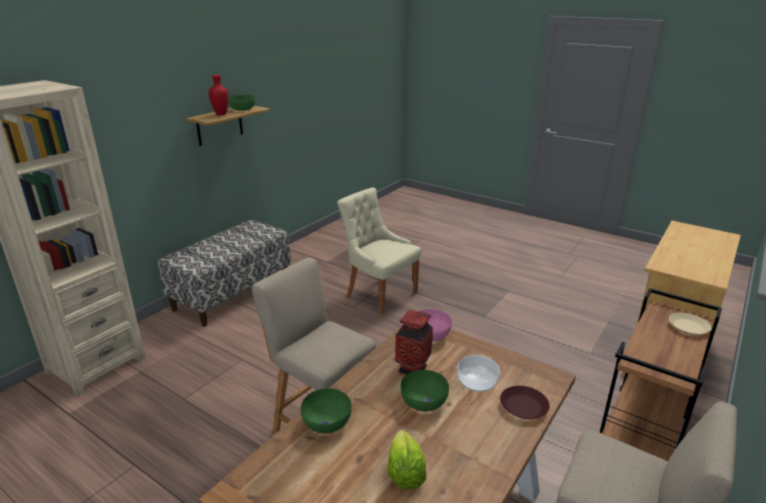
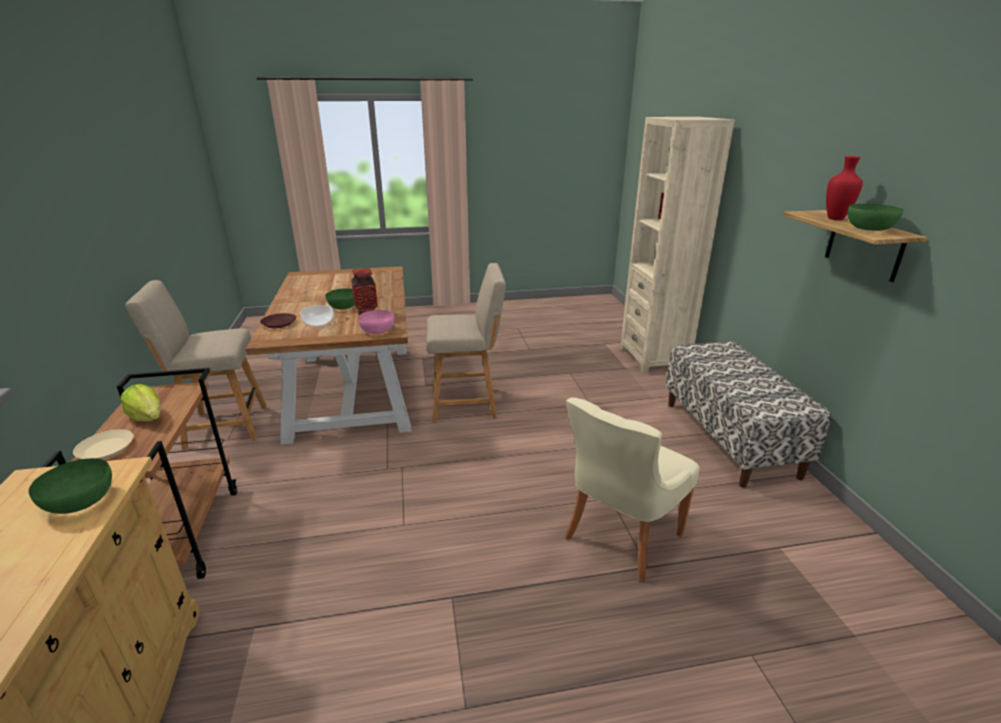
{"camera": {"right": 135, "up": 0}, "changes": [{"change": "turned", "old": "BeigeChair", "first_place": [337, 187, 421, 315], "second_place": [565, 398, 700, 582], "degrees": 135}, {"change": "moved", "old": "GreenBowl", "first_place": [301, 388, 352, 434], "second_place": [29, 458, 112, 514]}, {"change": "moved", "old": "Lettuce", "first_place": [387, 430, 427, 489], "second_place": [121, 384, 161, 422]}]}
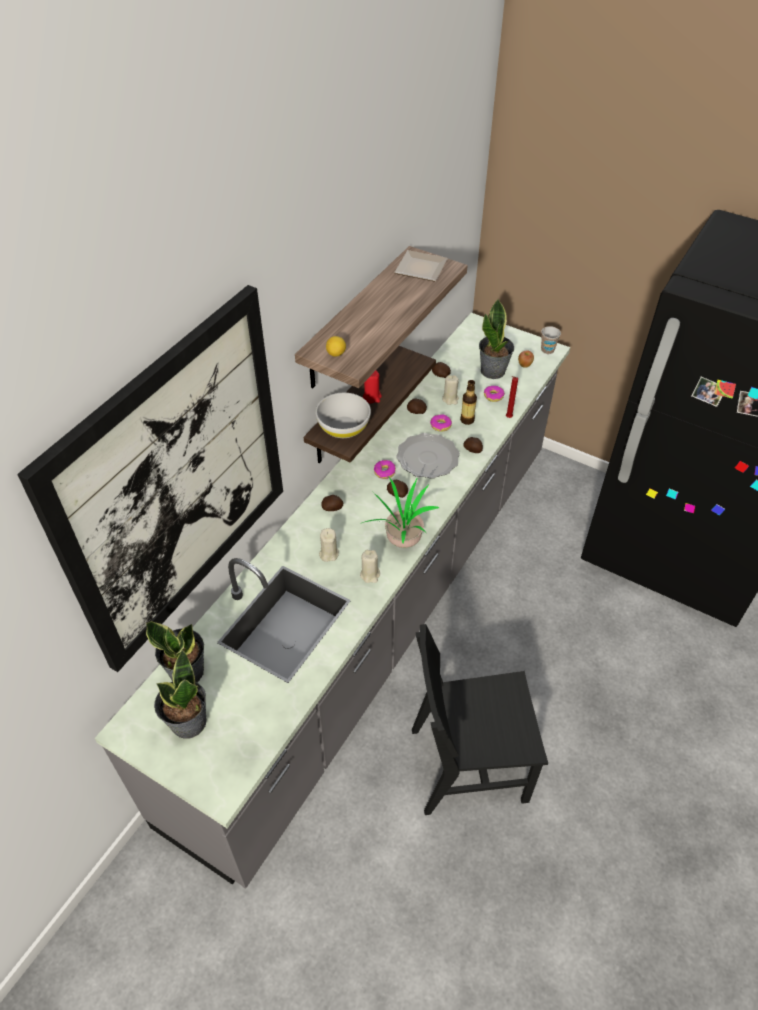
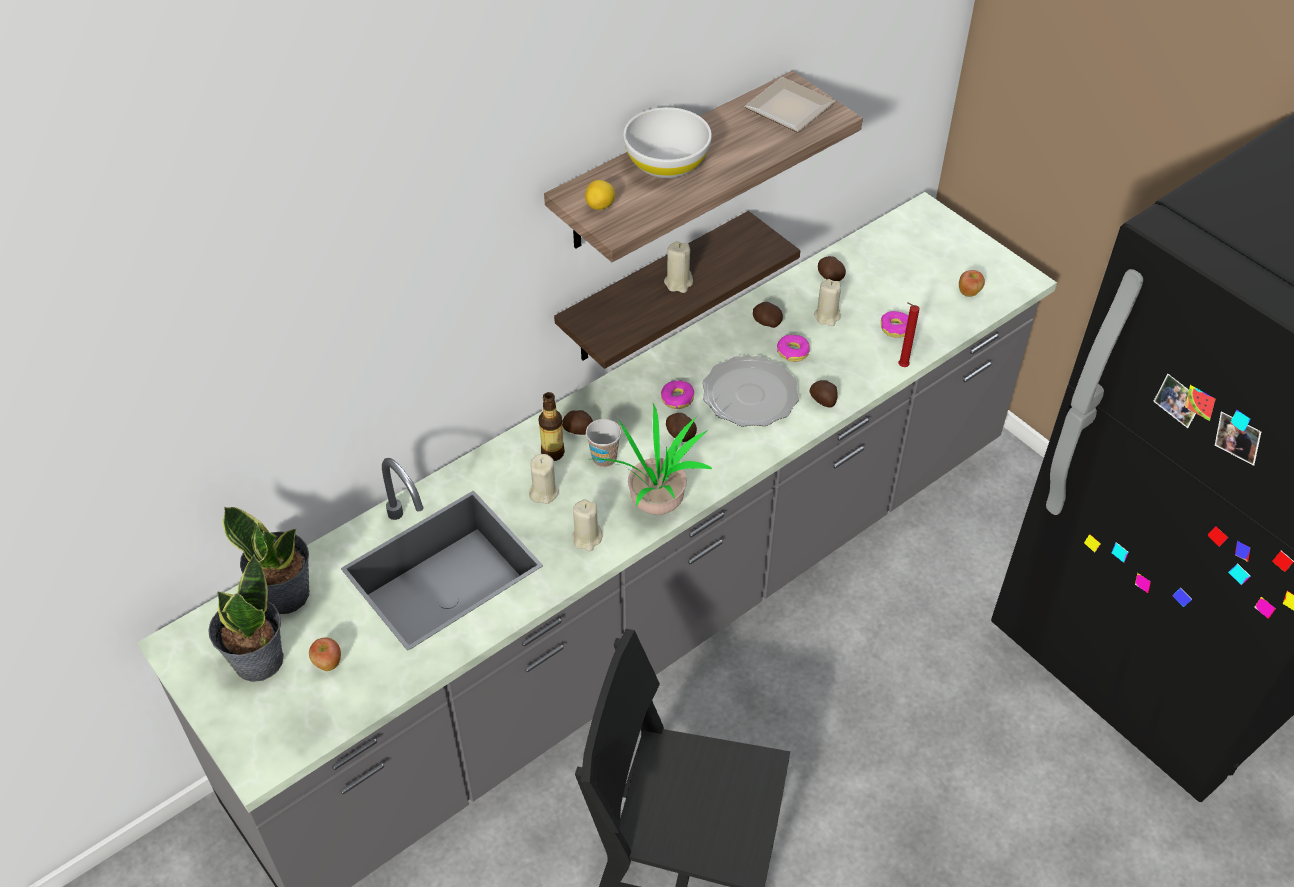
{"camera": {"right": 20, "up": 0}, "changes": [{"change": "removed", "old": "Picture", "first_place": [17, 285, 283, 672]}, {"change": "removed", "old": "PottedPlant", "first_place": [479, 298, 514, 379]}, {"change": "moved", "old": "Cup", "first_place": [541, 326, 561, 354], "second_place": [586, 419, 621, 467]}, {"change": "recoloured", "old": "RedCandle", "new": "BeigeCandle", "first_place": [363, 370, 382, 403], "second_place": [664, 241, 693, 293]}, {"change": "moved", "old": "Bottle", "first_place": [460, 380, 477, 425], "second_place": [539, 392, 565, 461]}, {"change": "moved", "old": "WhiteBowl", "first_place": [315, 393, 371, 438], "second_place": [623, 107, 712, 178]}, {"change": "added", "new": "Apple", "second_place": [309, 638, 341, 671]}]}
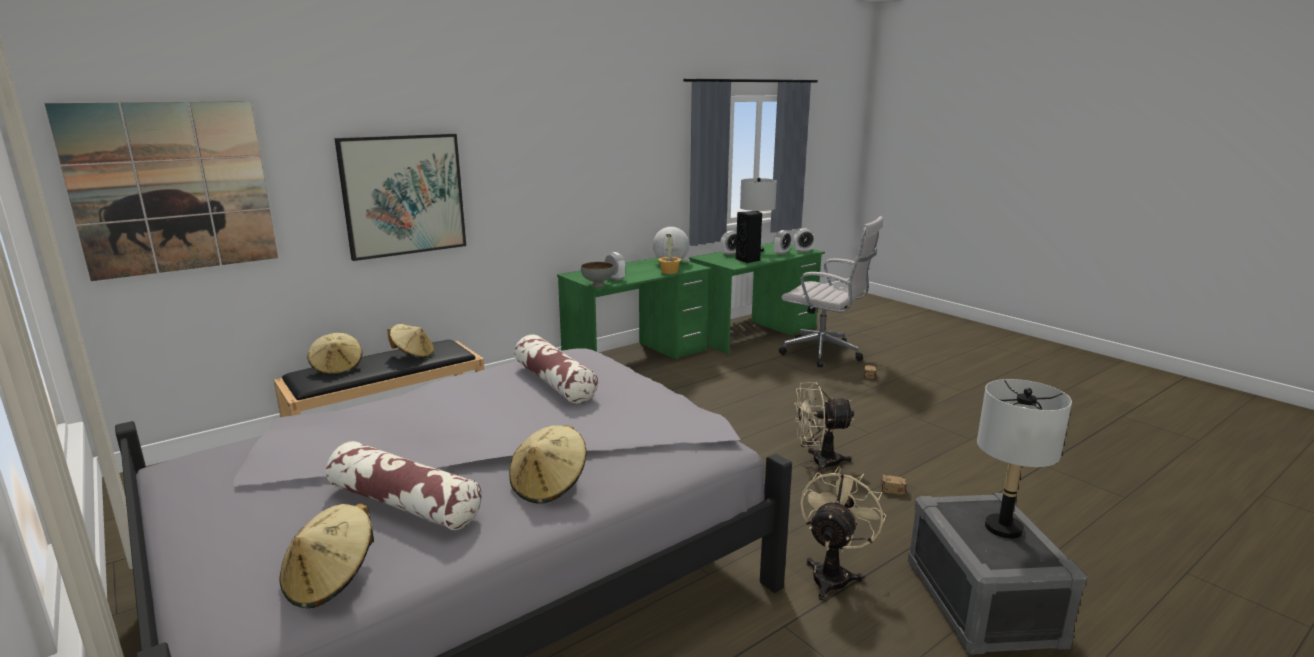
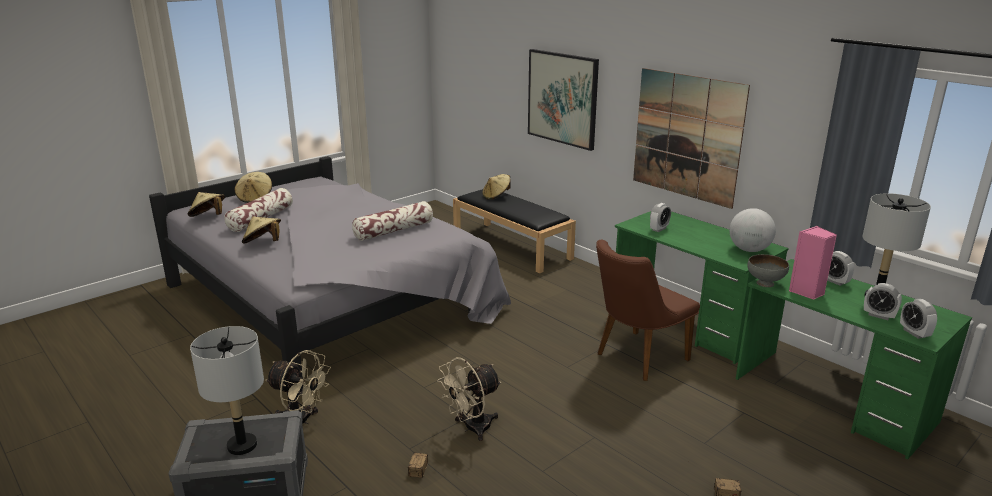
{"camera": {"right": 85, "up": 5}, "changes": [{"change": "moved", "old": "Picture", "first_place": [45, 101, 278, 281], "second_place": [633, 68, 750, 209]}, {"change": "recoloured", "old": "BlackSpeaker", "new": "PinkSpeaker", "first_place": [736, 211, 762, 263], "second_place": [789, 226, 837, 300]}, {"change": "removed", "old": "WhiteOfficeChair", "first_place": [779, 216, 883, 367]}, {"change": "removed", "old": "PottedPlant", "first_place": [658, 234, 681, 274]}, {"change": "moved", "old": "GreyBowl", "first_place": [581, 262, 614, 287], "second_place": [748, 254, 789, 287]}, {"change": "moved", "old": "BeigeHat", "first_place": [387, 324, 434, 359], "second_place": [235, 172, 272, 203]}, {"change": "turned", "old": "BeigeFan", "first_place": [794, 382, 855, 473], "second_place": [437, 358, 501, 441], "degrees": -120}, {"change": "added", "new": "BrownChair", "second_place": [596, 240, 700, 381]}]}
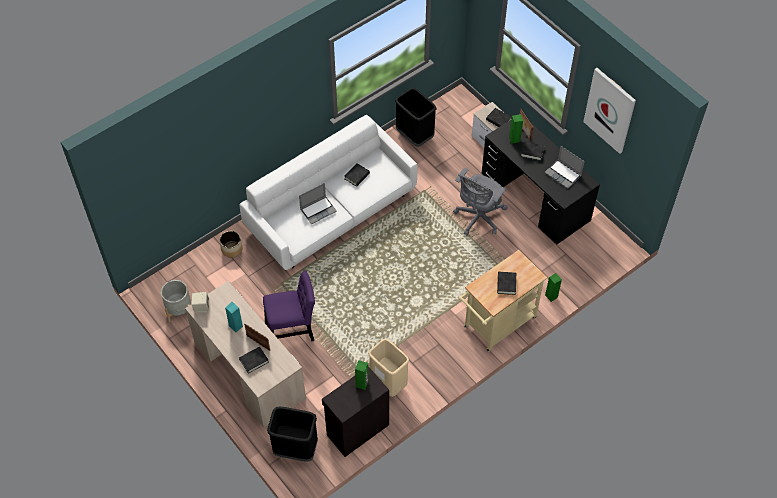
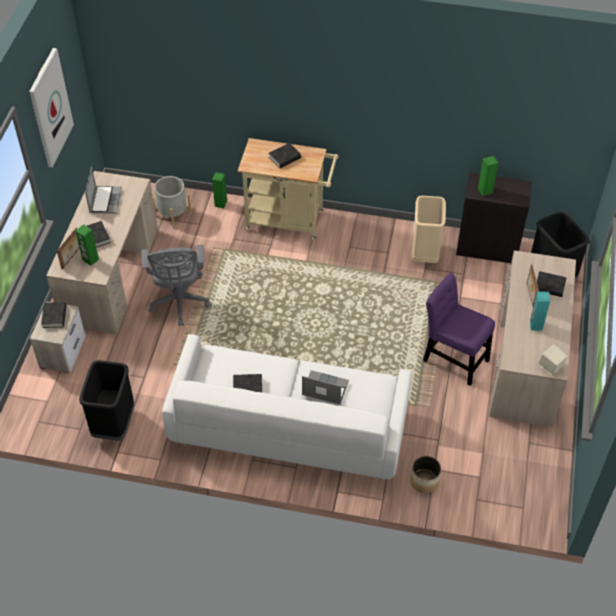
{"camera": {"right": -130, "up": -5}, "changes": [{"change": "recoloured", "old": "BlackDesk", "new": "BeigeDesk", "first_place": [482, 114, 600, 245], "second_place": [46, 171, 158, 335]}, {"change": "turned", "old": "GreyOfficeChair", "first_place": [453, 168, 507, 235], "second_place": [142, 245, 211, 326], "degrees": 90}, {"change": "moved", "old": "GreyPlanter", "first_place": [161, 280, 191, 322], "second_place": [153, 176, 192, 229]}]}
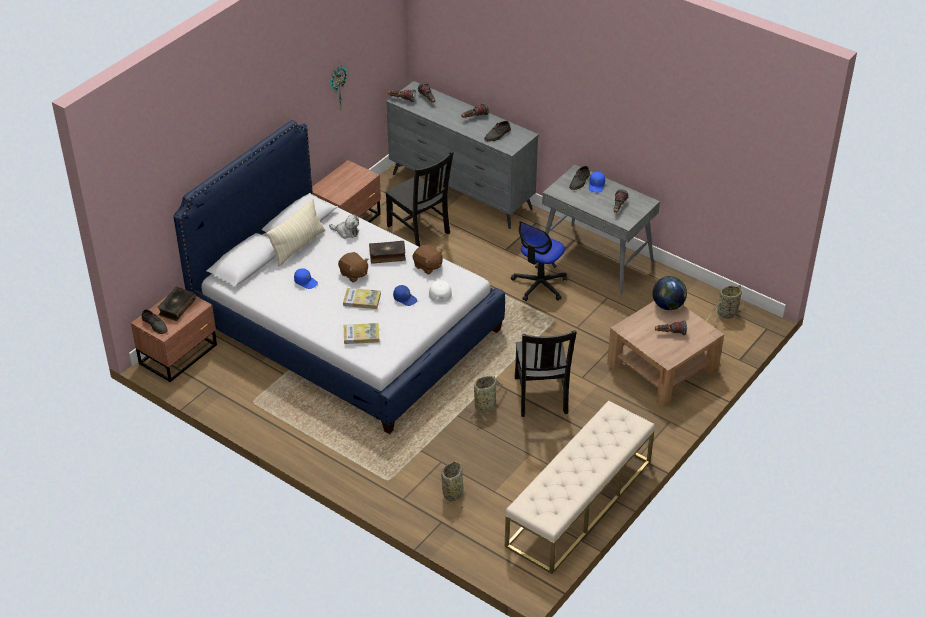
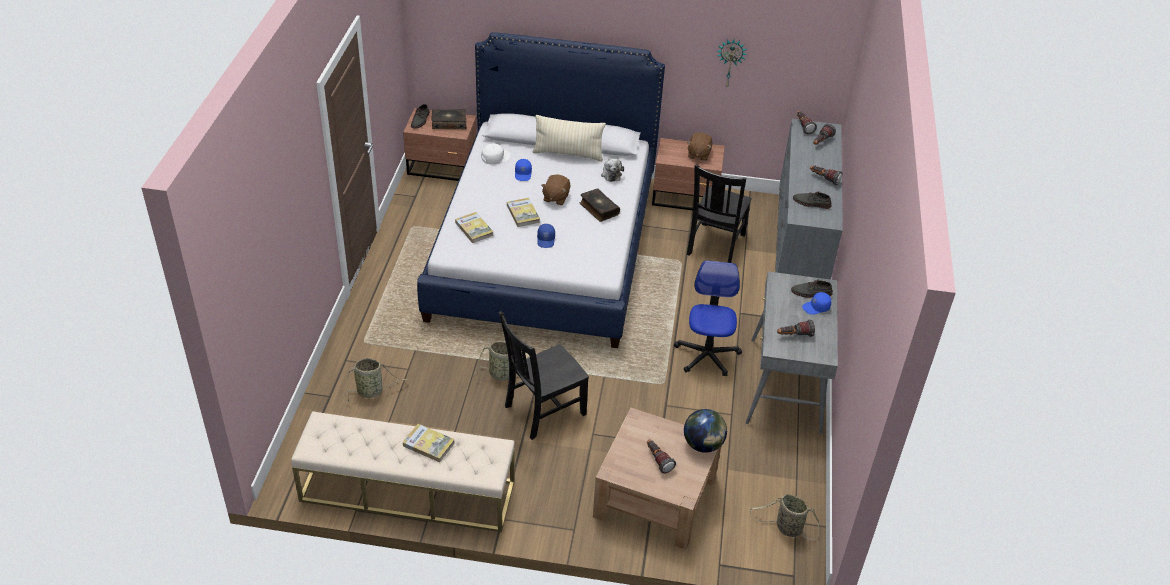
{"camera": {"right": 60, "up": 0}, "changes": [{"change": "turned", "old": "OfficeChair", "first_place": [511, 221, 567, 301], "second_place": [674, 260, 742, 376], "degrees": 90}, {"change": "moved", "old": "BrownPlushToy", "first_place": [413, 244, 443, 274], "second_place": [687, 132, 713, 161]}, {"change": "moved", "old": "WhiteCap", "first_place": [429, 280, 452, 302], "second_place": [481, 144, 511, 165]}, {"change": "added", "new": "Book", "second_place": [403, 424, 455, 462]}]}
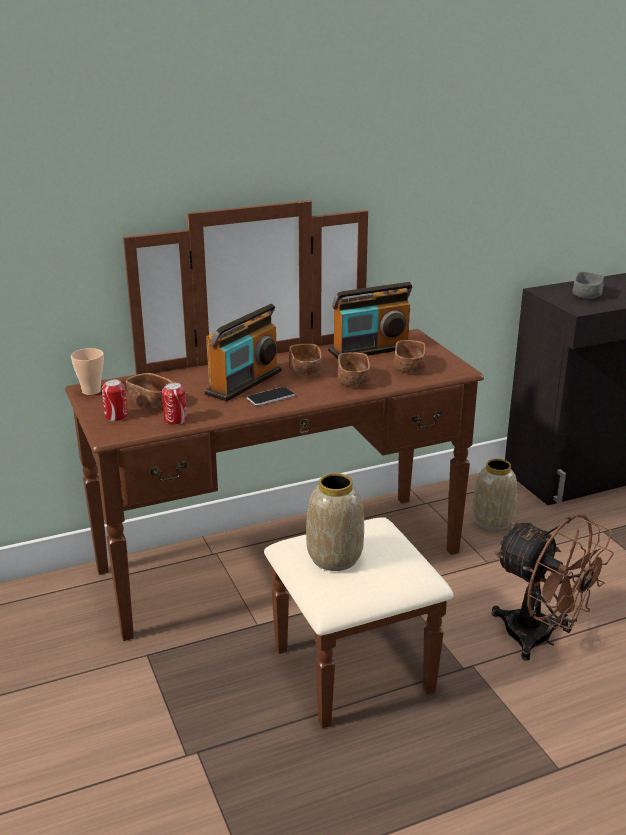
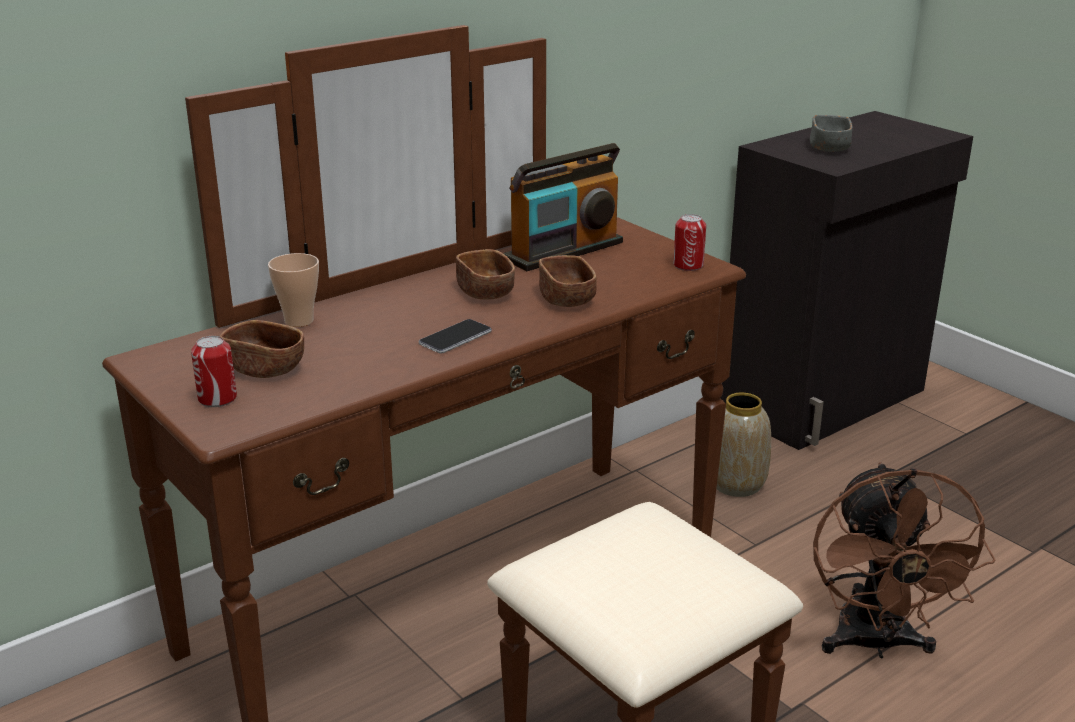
{"camera": {"right": -15, "up": 0}, "changes": [{"change": "removed", "old": "Radio", "first_place": [205, 304, 282, 402]}, {"change": "removed", "old": "BrownBowl", "first_place": [394, 340, 426, 373]}, {"change": "moved", "old": "Cup", "first_place": [71, 348, 104, 395], "second_place": [268, 253, 319, 327]}, {"change": "moved", "old": "Can", "first_place": [162, 383, 187, 425], "second_place": [673, 214, 706, 271]}, {"change": "removed", "old": "Vase", "first_place": [306, 473, 364, 571]}, {"change": "turned", "old": "BrownFan", "first_place": [492, 514, 614, 661], "second_place": [813, 462, 996, 659], "degrees": 60}]}
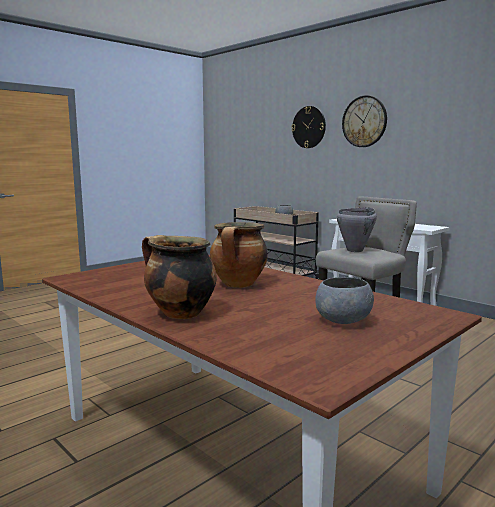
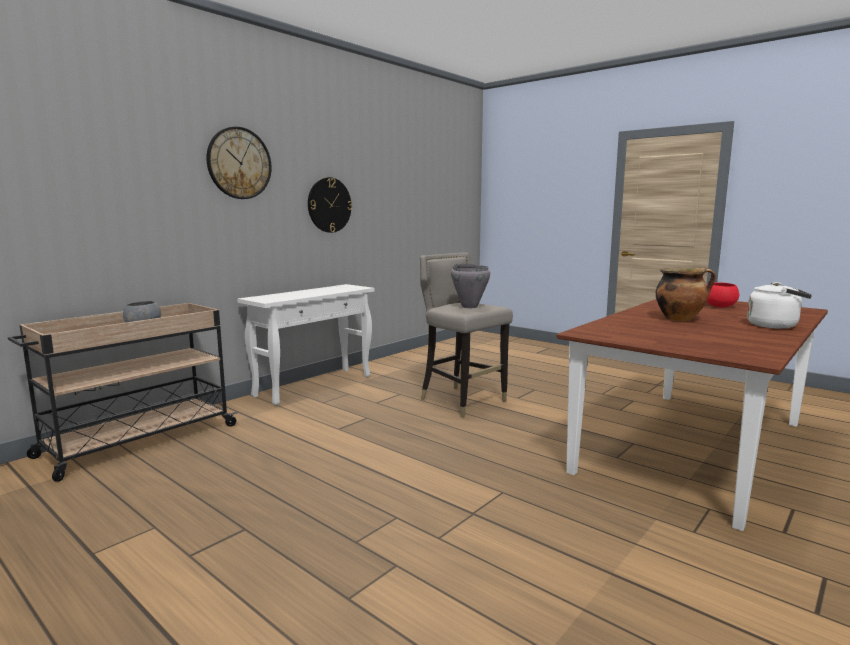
{"camera": {"right": -95, "up": 0}, "changes": [{"change": "moved", "old": "WallClock", "first_place": [292, 106, 326, 148], "second_place": [308, 177, 352, 233]}, {"change": "replaced", "old": "CookingPot", "new": "WhiteKettle", "first_place": [142, 235, 217, 319], "second_place": [747, 282, 812, 329]}, {"change": "recoloured", "old": "GreyBowl", "new": "RedBowl", "first_place": [315, 277, 374, 324], "second_place": [706, 282, 739, 307]}]}
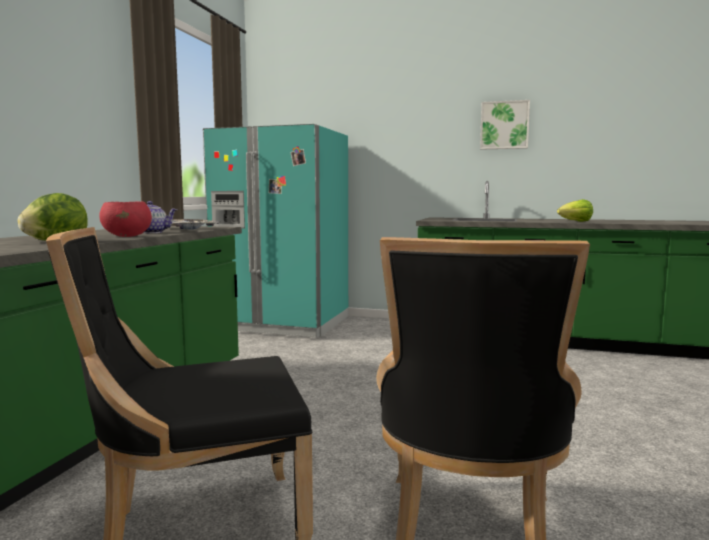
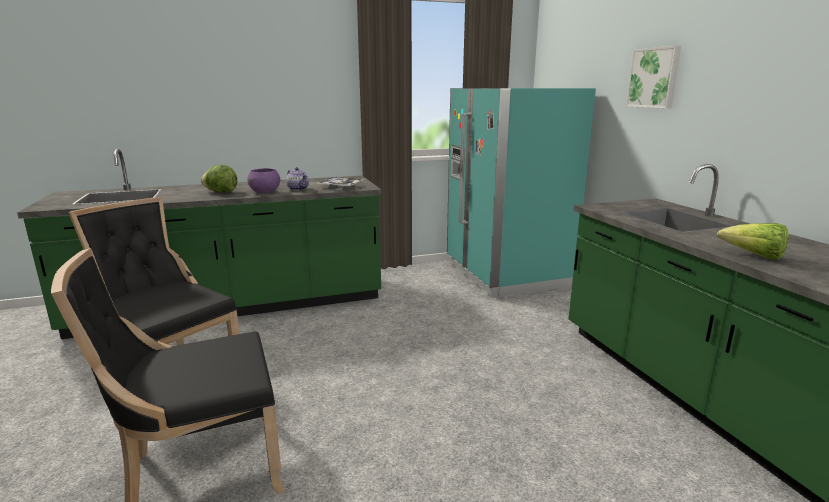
{"camera": {"right": 55, "up": 10}, "changes": [{"change": "moved", "old": "Picture", "first_place": [480, 100, 530, 150], "second_place": [625, 46, 681, 109]}, {"change": "recoloured", "old": "RedBowl", "new": "PurpleBowl", "first_place": [99, 201, 152, 237], "second_place": [247, 168, 280, 193]}]}
